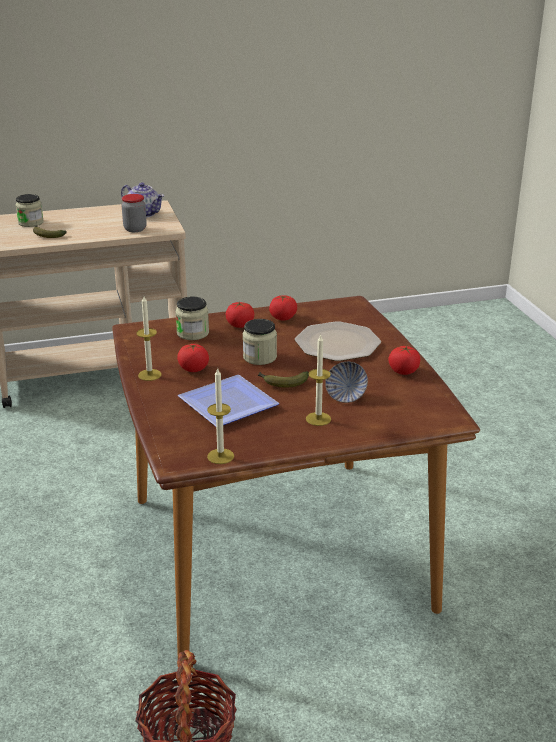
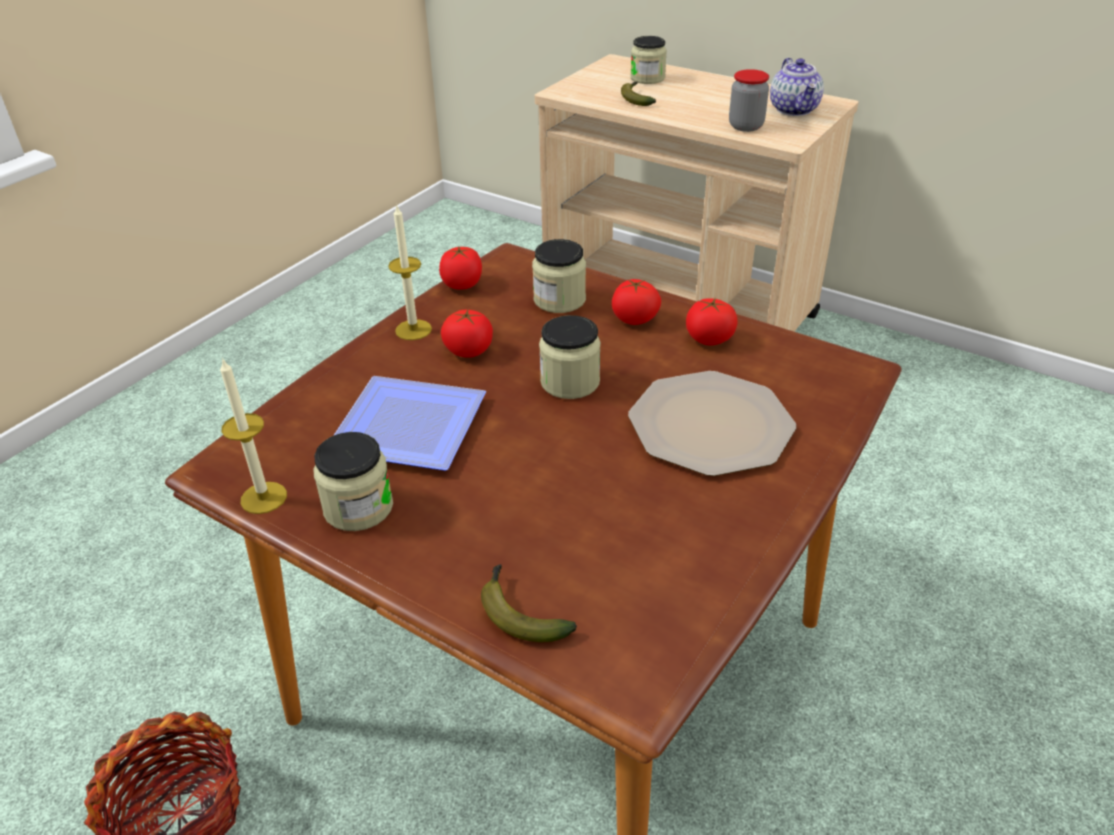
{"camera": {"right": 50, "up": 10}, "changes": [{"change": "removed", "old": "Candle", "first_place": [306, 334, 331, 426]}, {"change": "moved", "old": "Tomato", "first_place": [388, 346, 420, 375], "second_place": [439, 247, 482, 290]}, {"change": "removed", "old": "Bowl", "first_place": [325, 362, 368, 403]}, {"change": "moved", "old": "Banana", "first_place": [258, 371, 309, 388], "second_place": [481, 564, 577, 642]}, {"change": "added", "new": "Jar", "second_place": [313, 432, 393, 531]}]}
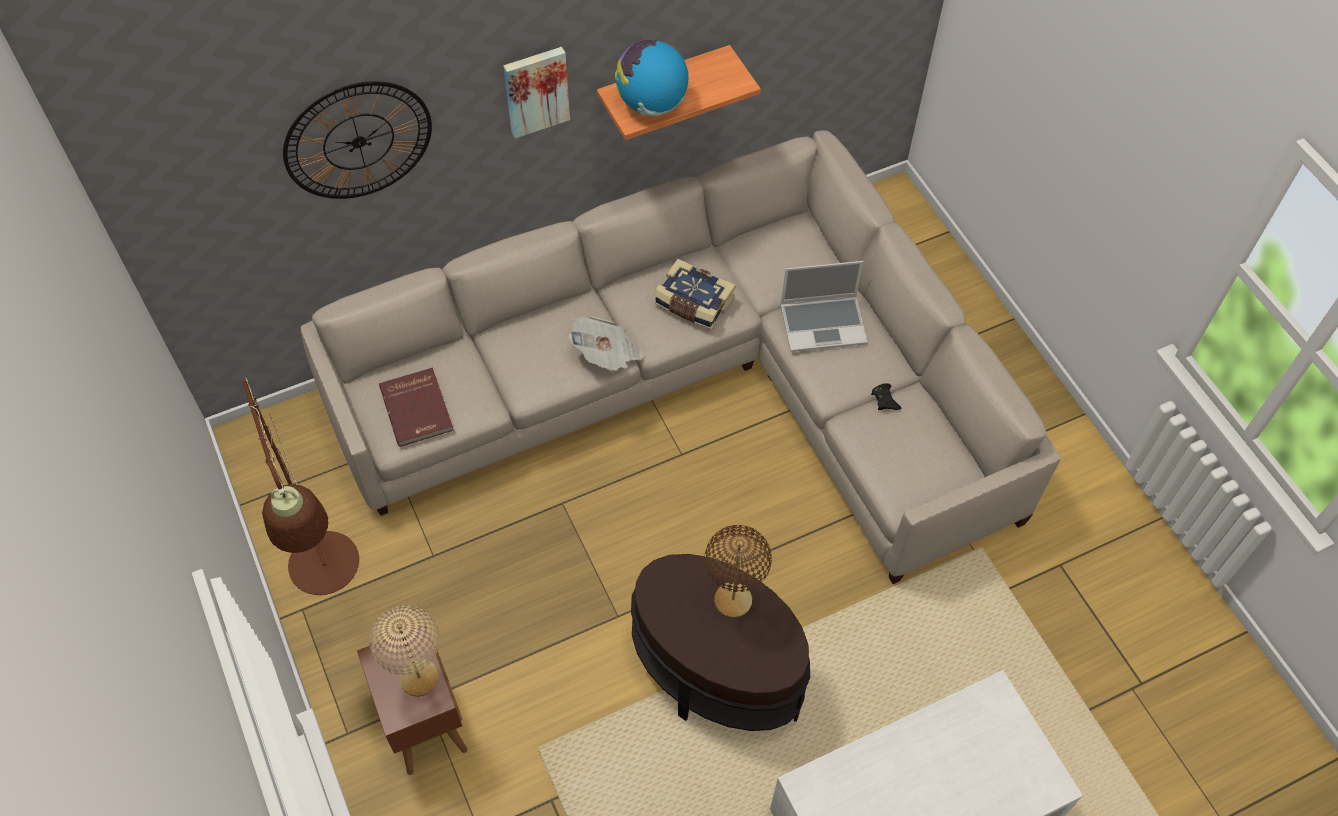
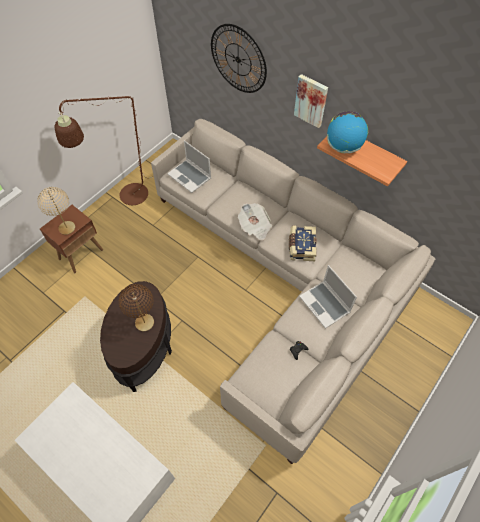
{"camera": {"right": 65, "up": 0}, "changes": [{"change": "replaced", "old": "RedBook", "new": "Laptop", "first_place": [379, 368, 454, 447], "second_place": [167, 140, 211, 193]}]}
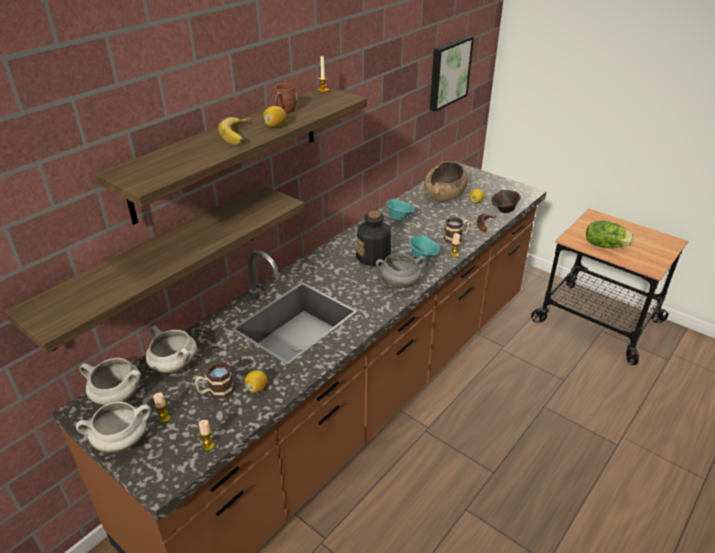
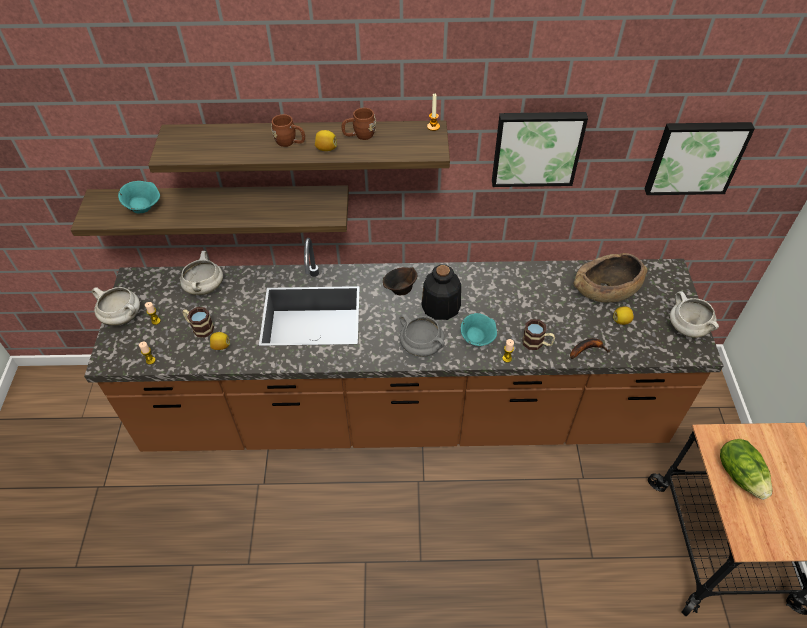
{"camera": {"right": 50, "up": 15}, "changes": [{"change": "replaced", "old": "Banana", "new": "BrownMug", "first_place": [218, 117, 252, 145], "second_place": [271, 114, 305, 147]}, {"change": "moved", "old": "BrownBowl", "first_place": [491, 190, 520, 213], "second_place": [383, 267, 417, 295]}, {"change": "moved", "old": "TurquoiseBowl", "first_place": [386, 199, 415, 220], "second_place": [118, 181, 160, 213]}, {"change": "moved", "old": "WhiteCookingPot", "first_place": [79, 358, 141, 405], "second_place": [670, 291, 719, 337]}, {"change": "added", "new": "Picture", "second_place": [492, 112, 588, 187]}]}
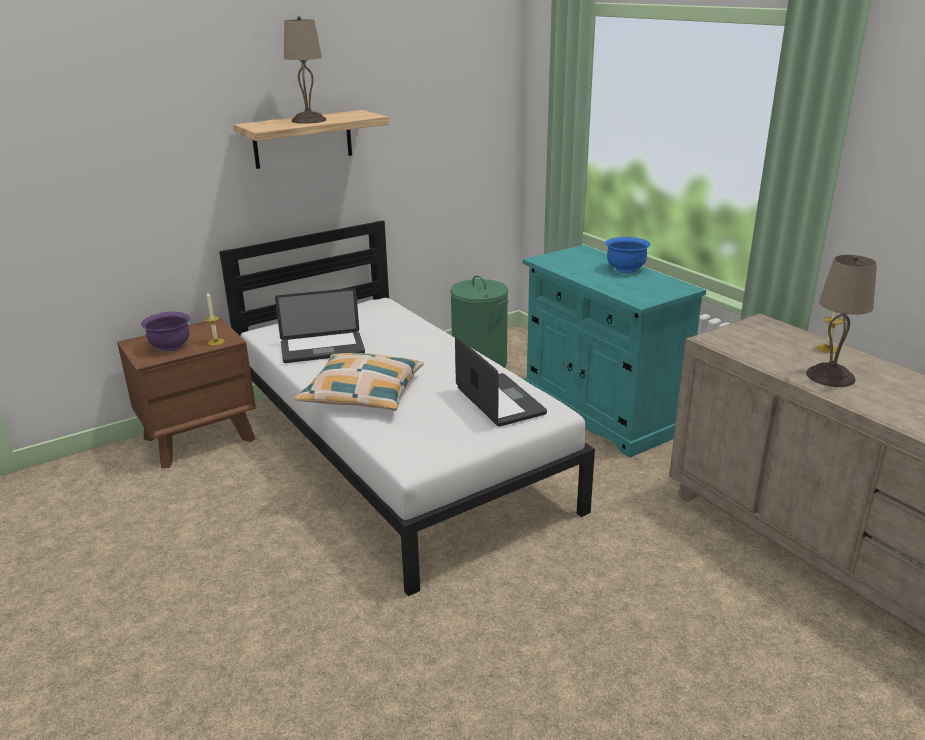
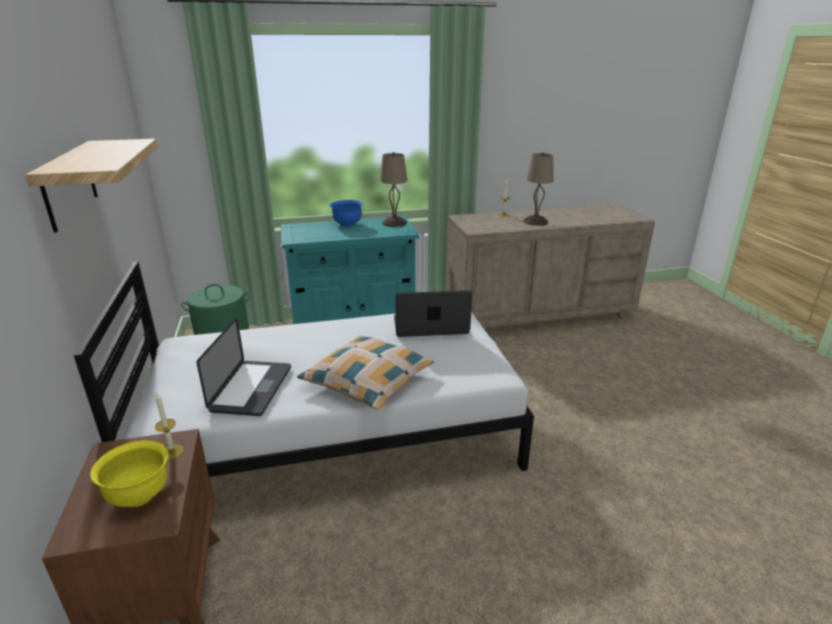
{"camera": {"right": -70, "up": 0}, "changes": [{"change": "moved", "old": "BeigeTableLamp", "first_place": [284, 16, 327, 124], "second_place": [380, 152, 407, 227]}, {"change": "recoloured", "old": "PurpleBowl", "new": "YellowBowl", "first_place": [141, 312, 190, 352], "second_place": [90, 440, 168, 507]}]}
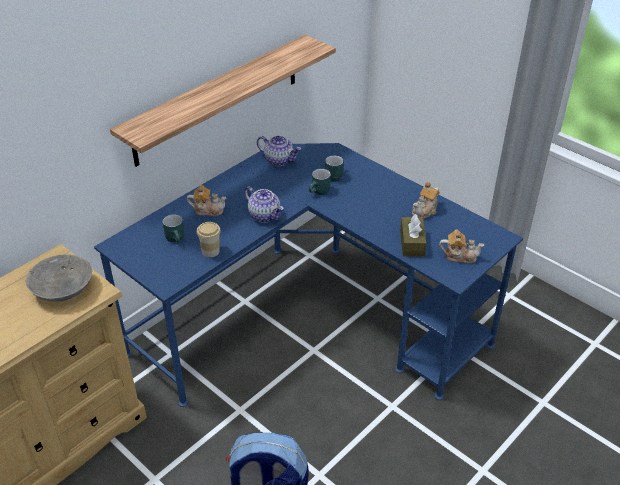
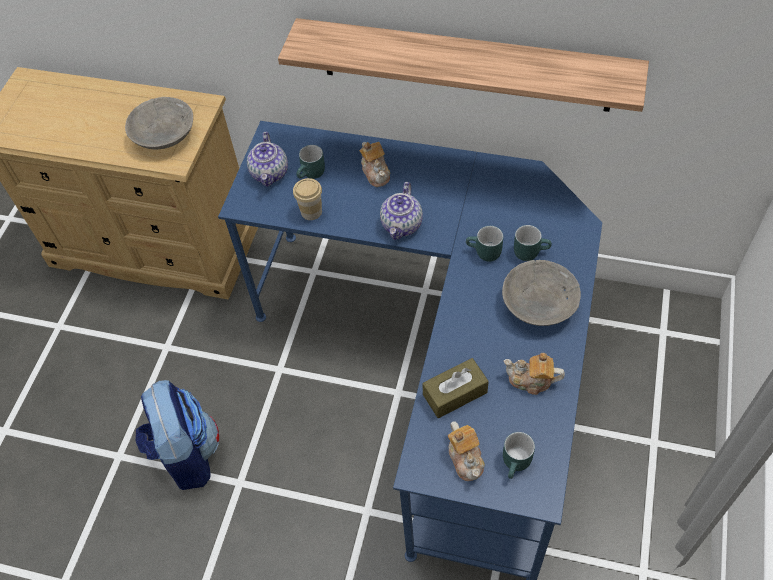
{"camera": {"right": 65, "up": 15}, "changes": [{"change": "moved", "old": "Teapot", "first_place": [257, 136, 301, 166], "second_place": [247, 132, 288, 187]}, {"change": "added", "new": "GreyBowl", "second_place": [502, 260, 581, 326]}, {"change": "added", "new": "TurquoiseMug", "second_place": [503, 432, 535, 479]}]}
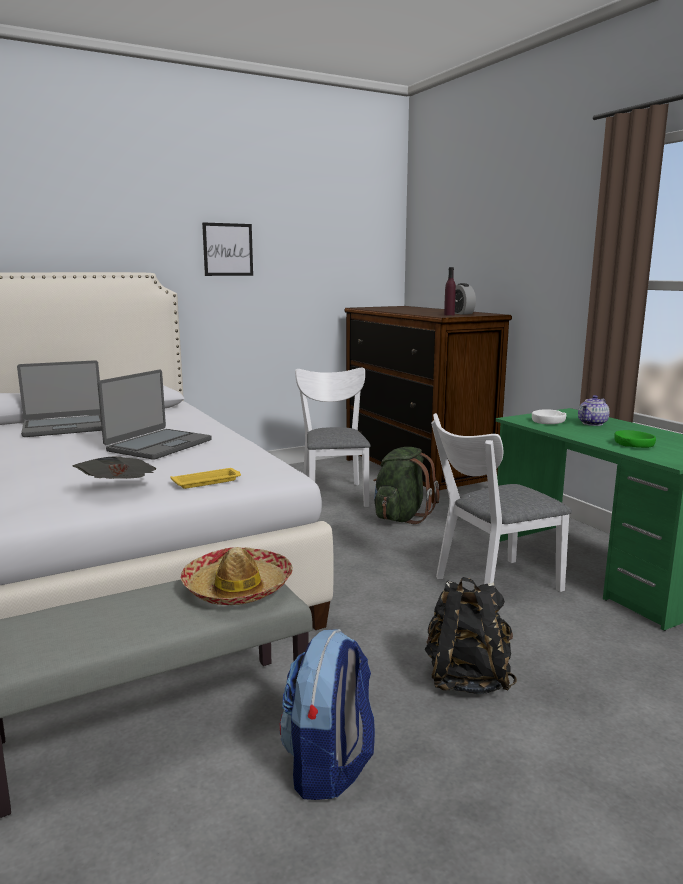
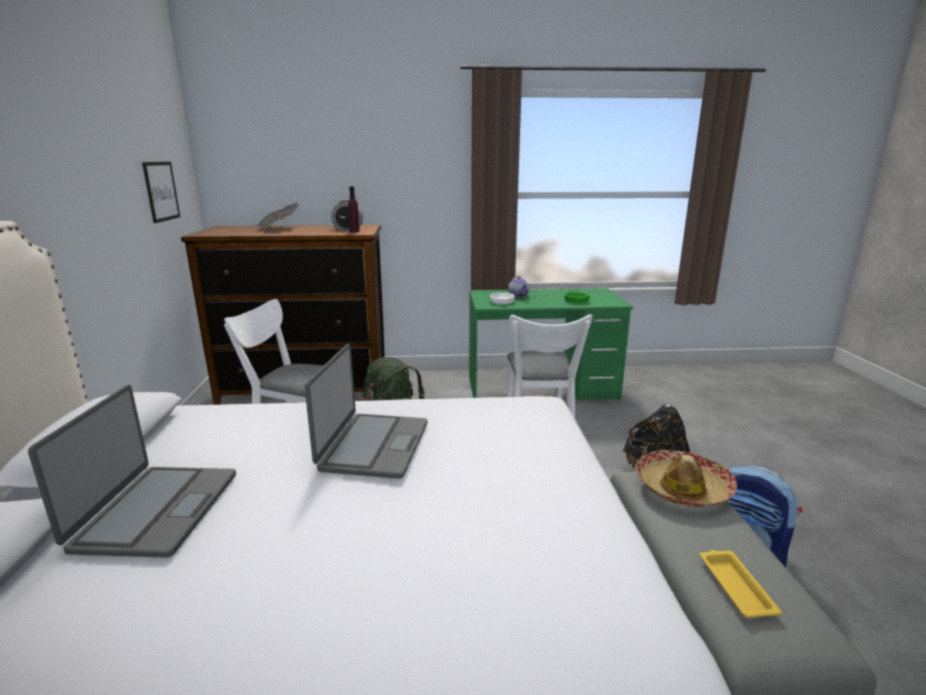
{"camera": {"right": -65, "up": 5}, "changes": [{"change": "moved", "old": "Picture", "first_place": [202, 222, 253, 276], "second_place": [142, 162, 180, 223]}, {"change": "turned", "old": "Laptop", "first_place": [98, 369, 212, 460], "second_place": [304, 343, 428, 479], "degrees": 45}, {"change": "moved", "old": "Newspaper", "first_place": [72, 457, 157, 479], "second_place": [256, 203, 299, 227]}, {"change": "moved", "old": "YellowTray", "first_place": [170, 468, 241, 489], "second_place": [700, 550, 782, 618]}]}
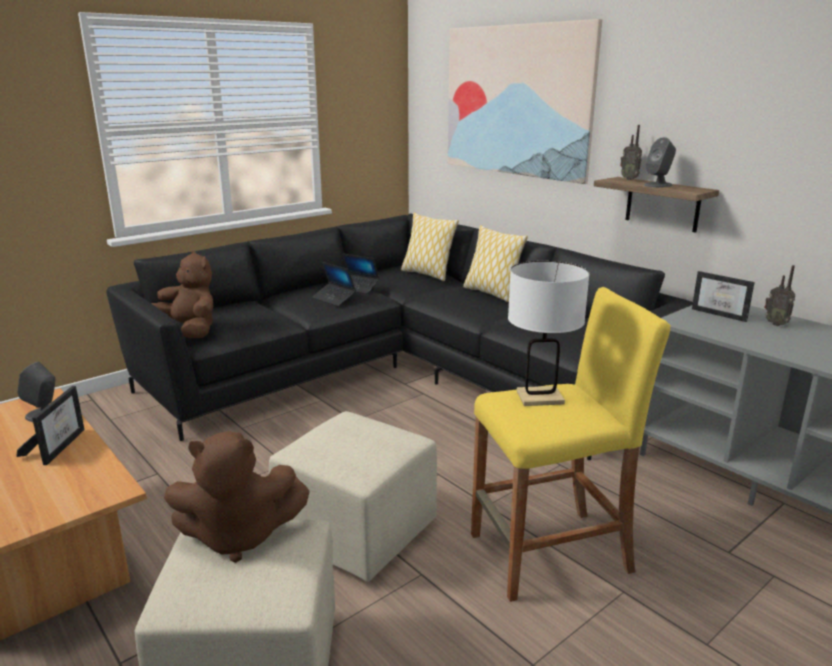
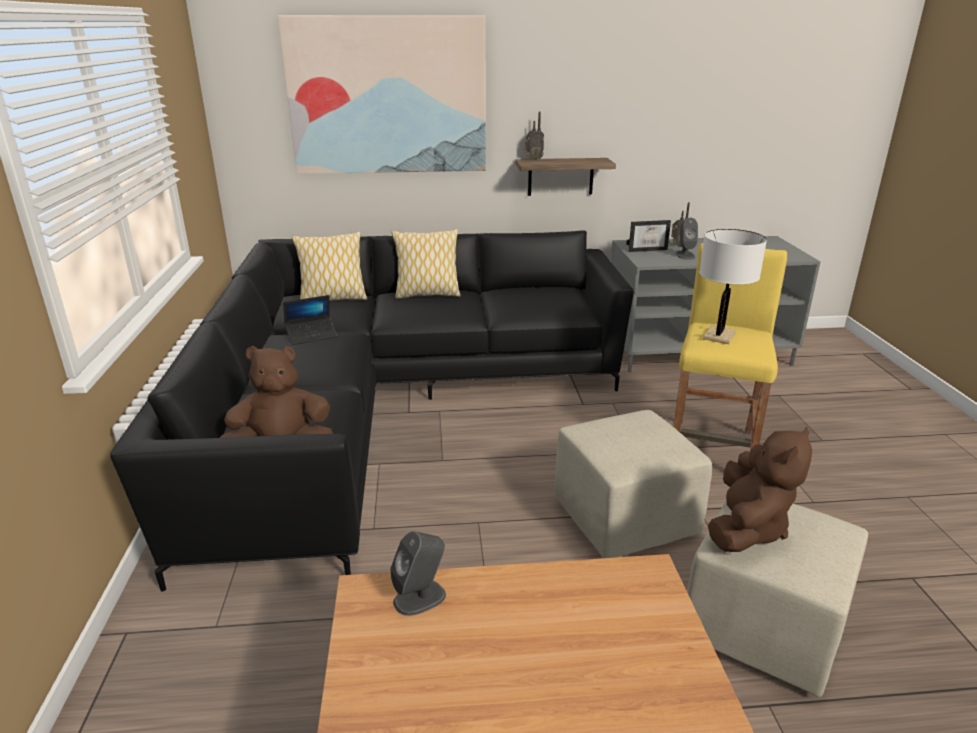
{"camera": {"right": -55, "up": 5}, "changes": [{"change": "moved", "old": "GreySpeaker", "first_place": [644, 137, 676, 188], "second_place": [675, 218, 698, 260]}, {"change": "removed", "old": "Laptop", "first_place": [312, 262, 356, 306]}, {"change": "removed", "old": "PictureFrame", "first_place": [16, 386, 85, 465]}]}
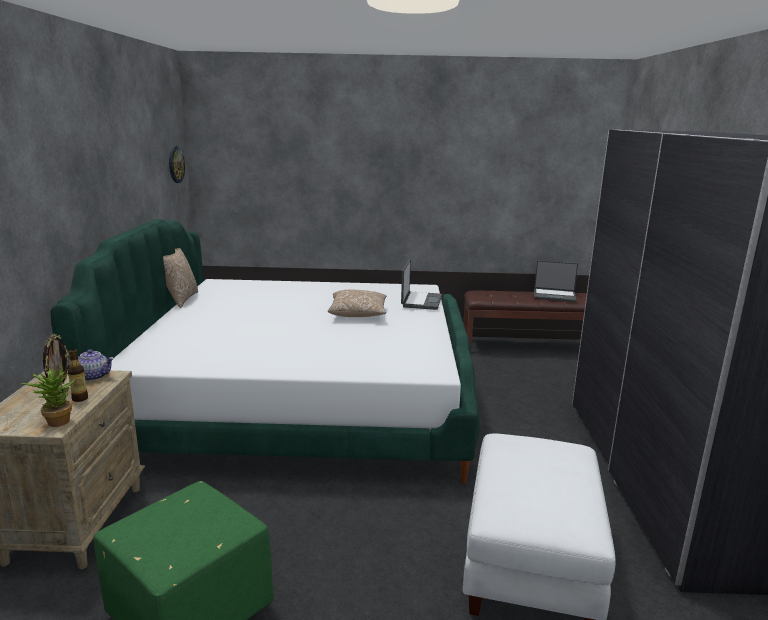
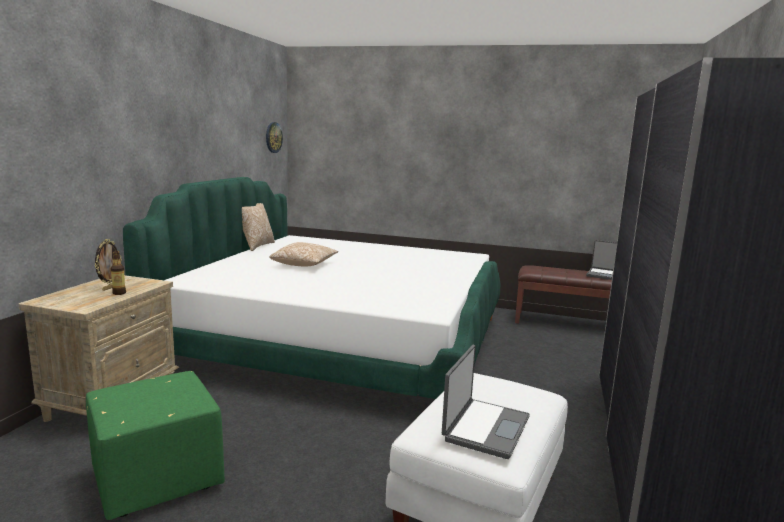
{"camera": {"right": 15, "up": -5}, "changes": [{"change": "moved", "old": "Laptop", "first_place": [401, 260, 442, 310], "second_place": [442, 345, 530, 459]}, {"change": "moved", "old": "Pillow", "first_place": [328, 290, 387, 317], "second_place": [269, 242, 338, 266]}, {"change": "removed", "old": "Teapot", "first_place": [68, 349, 114, 381]}, {"change": "removed", "old": "PottedPlant", "first_place": [21, 362, 75, 427]}]}
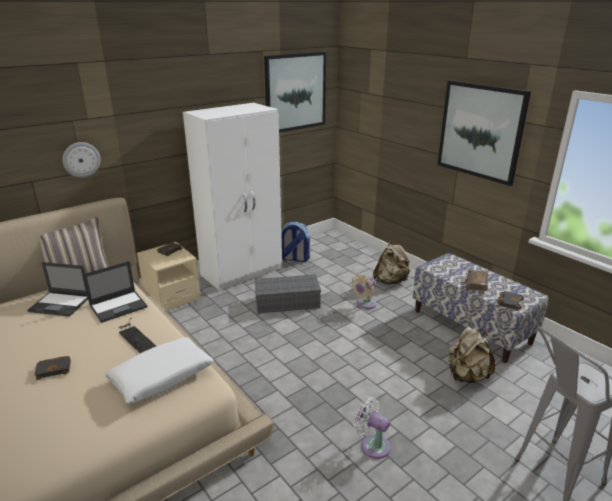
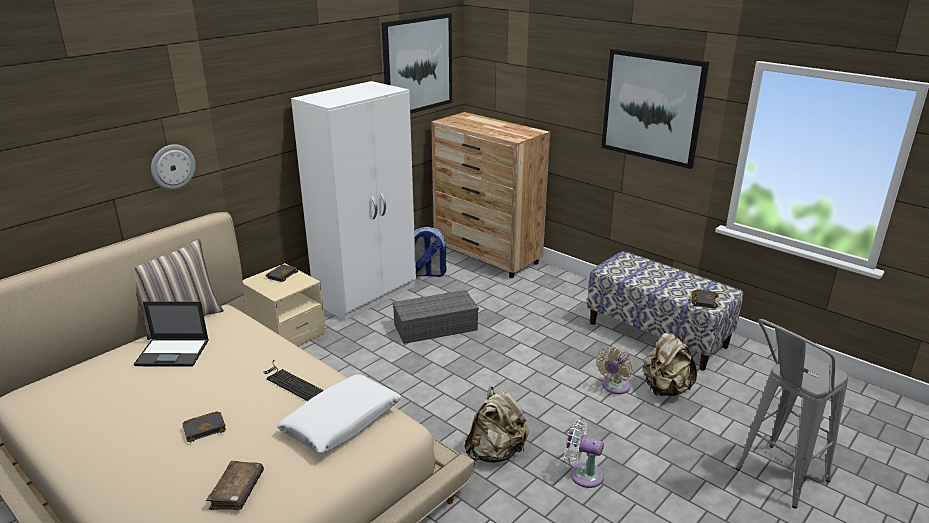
{"camera": {"right": -10, "up": 0}, "changes": [{"change": "moved", "old": "BeigeBackpack", "first_place": [373, 240, 411, 285], "second_place": [464, 387, 529, 463]}, {"change": "removed", "old": "Laptop", "first_place": [83, 261, 147, 323]}, {"change": "moved", "old": "BrownBook", "first_place": [466, 270, 488, 291], "second_place": [206, 461, 264, 510]}, {"change": "moved", "old": "BeigeFan", "first_place": [351, 274, 377, 309], "second_place": [596, 347, 633, 394]}, {"change": "added", "new": "BrownDresser", "second_place": [431, 112, 550, 278]}]}
